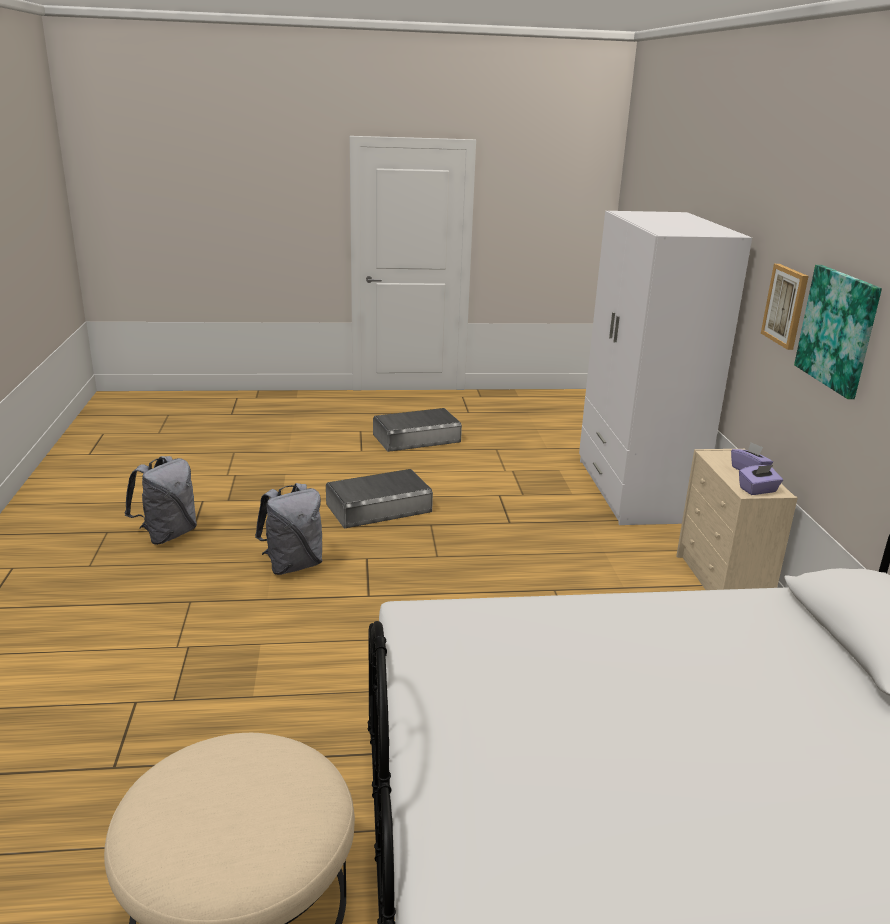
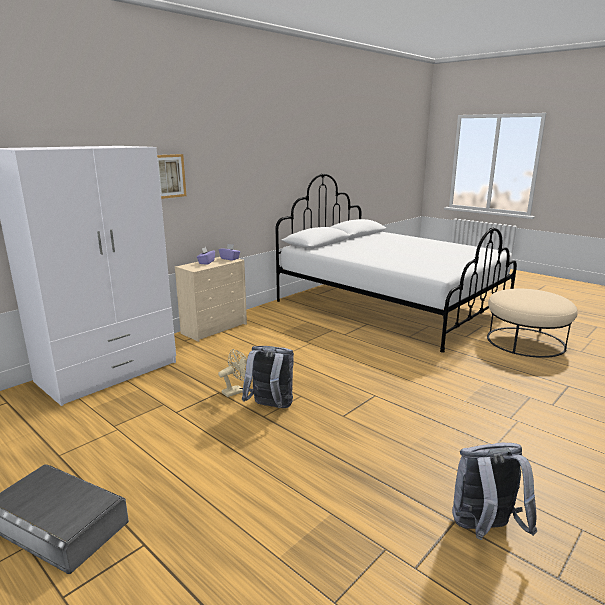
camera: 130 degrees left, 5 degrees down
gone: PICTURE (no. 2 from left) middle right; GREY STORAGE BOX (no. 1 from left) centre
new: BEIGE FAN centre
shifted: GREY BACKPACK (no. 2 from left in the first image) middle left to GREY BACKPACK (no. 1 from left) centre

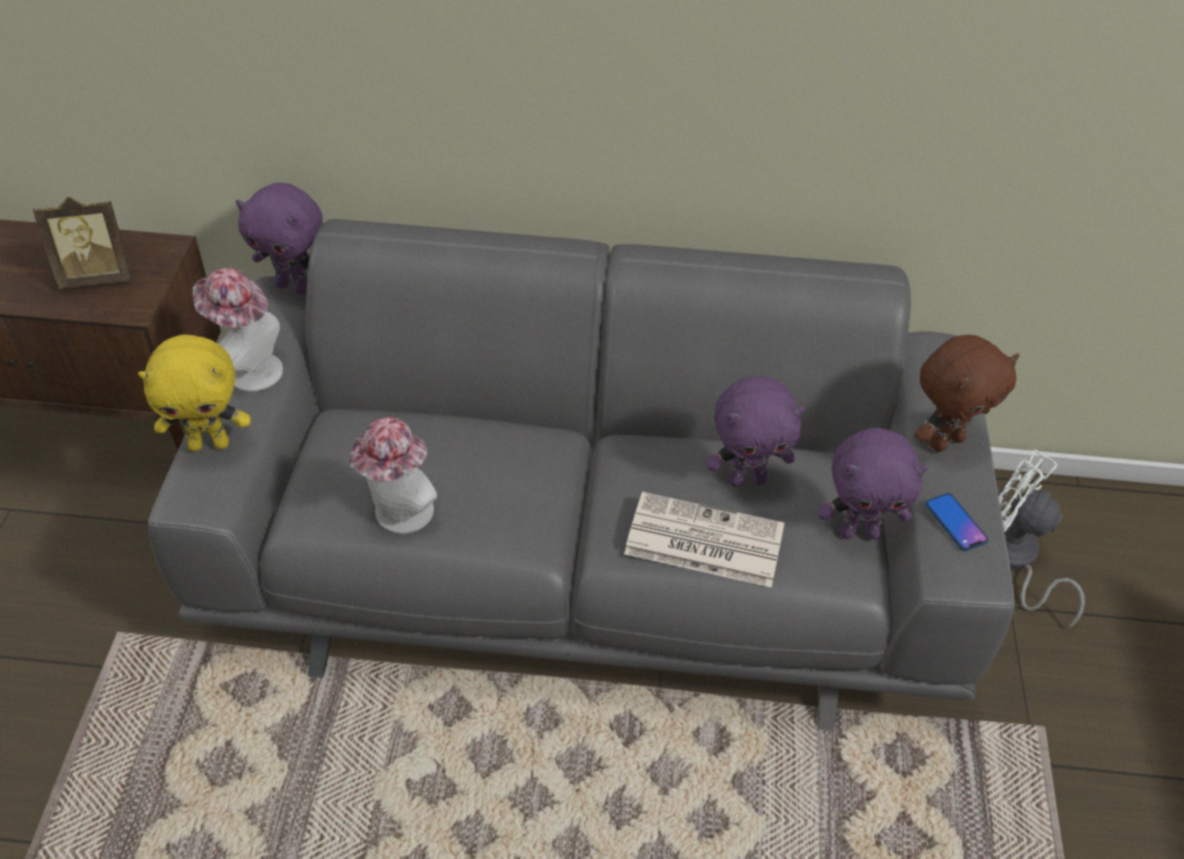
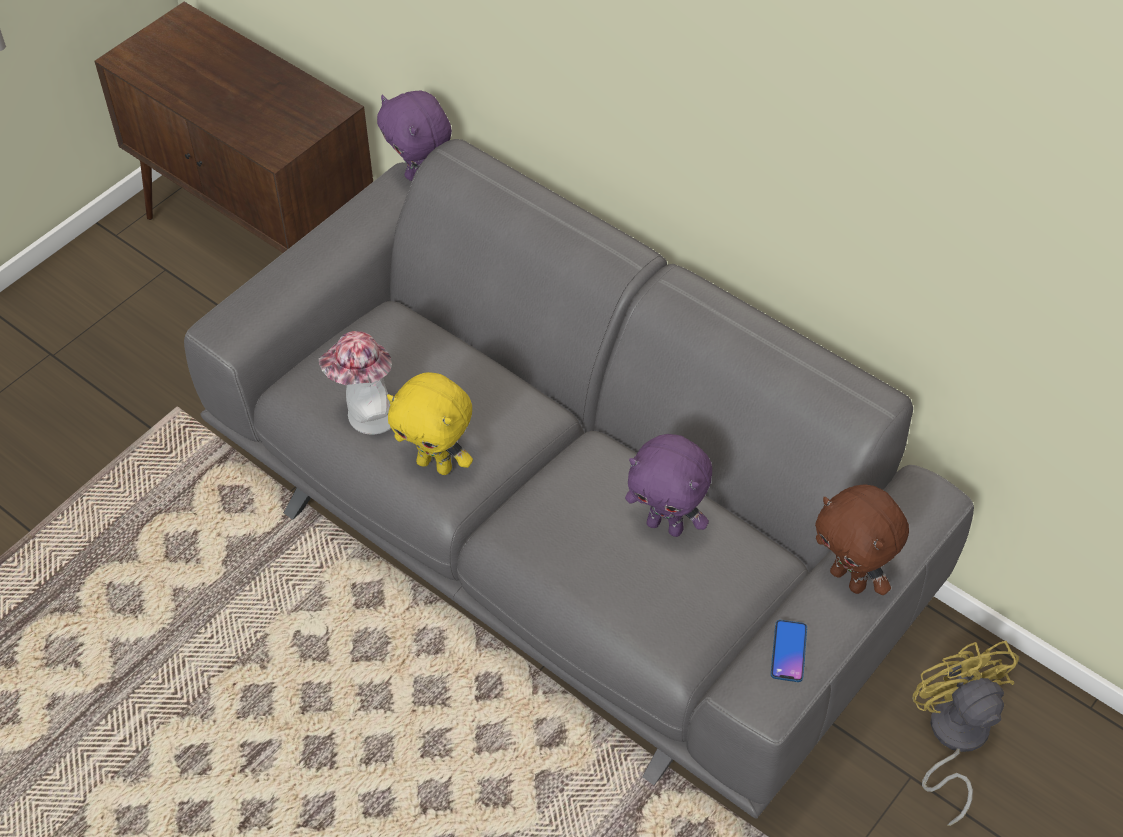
camera: 35 degrees right, 5 degrees up
gone: PICTURE FRAME top left; HAT (no. 1 from left) middle left; PURPLE PLUSH TOY (no. 3 from left) middle right; NEWSPAPER centre
shifted: YELLOW PLUSH TOY middle left to centre
repainted: WHITE FAN middle right to YELLOW FAN bottom right
rotated: BROWN PLUSH TOY middle right = middle right 45 degrees clockwise

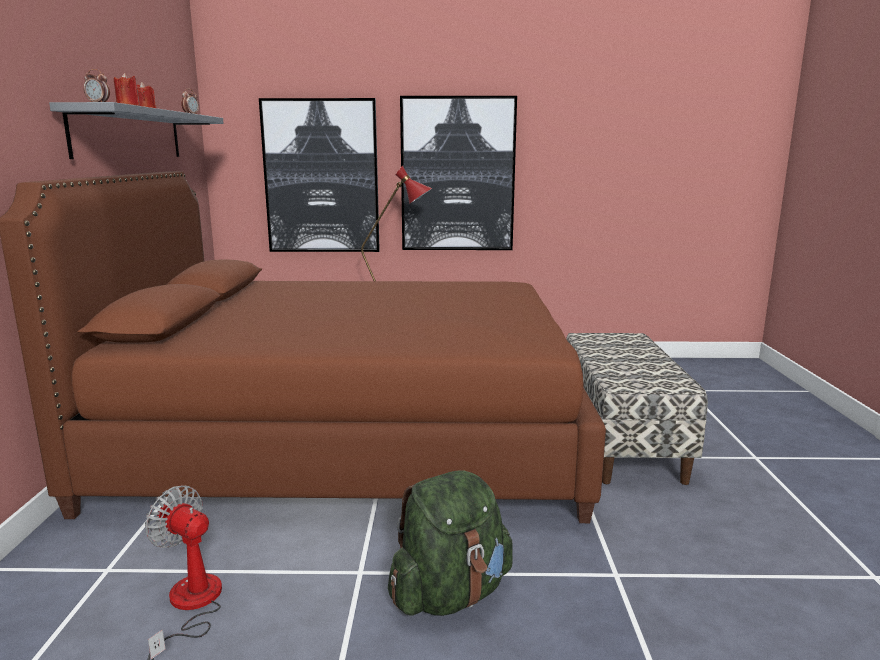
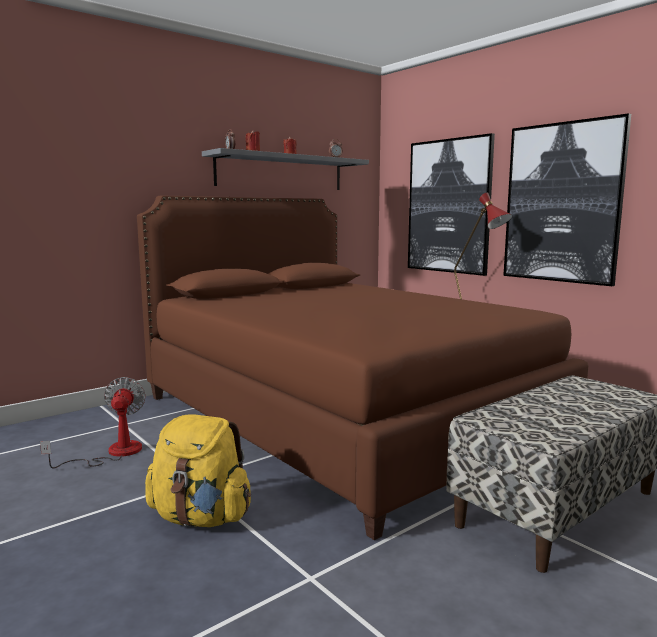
camera: 50 degrees right, 5 degrees down
repainted: GREEN BACKPACK bottom centre to YELLOW BACKPACK bottom left

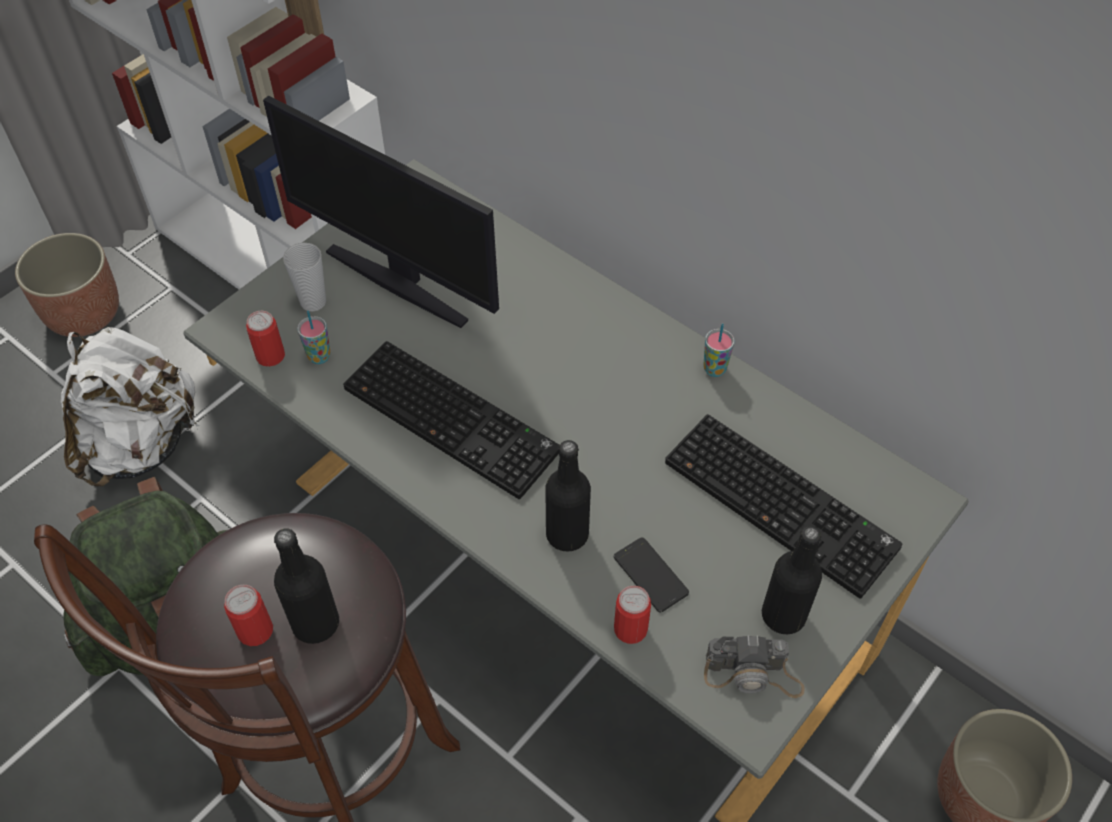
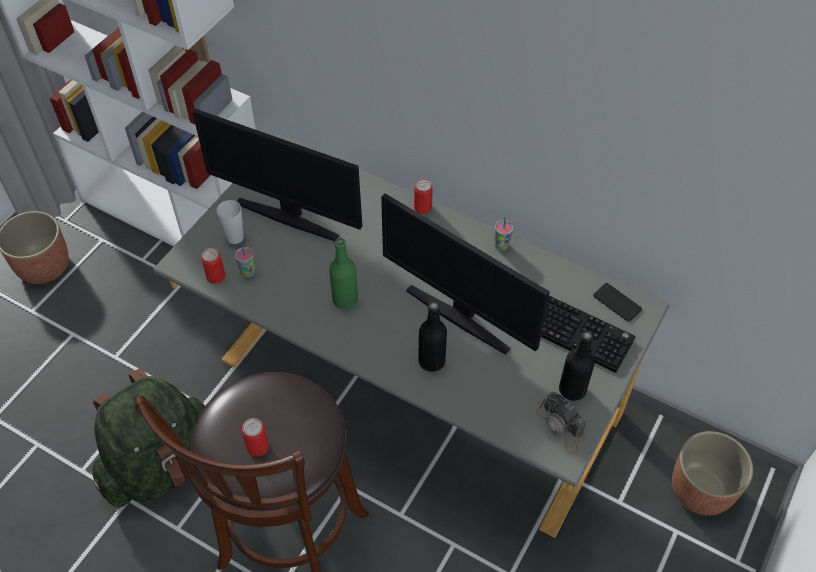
camera: 10 degrees left, 0 degrees up
gone: WHITE BACKPACK middle left; BLACK BOTTLE (no. 1 from left) bottom left
new: MONITOR (no. 2 from left) centre
shifted: PHONE bottom centre to middle right; CAN (no. 3 from left) bottom centre to centre
swapped: KEYBOARD (no. 1 from left) centre to GREEN BOTTLE centre
rotated: PHOTO CAMERA bottom right = bottom right 60 degrees clockwise

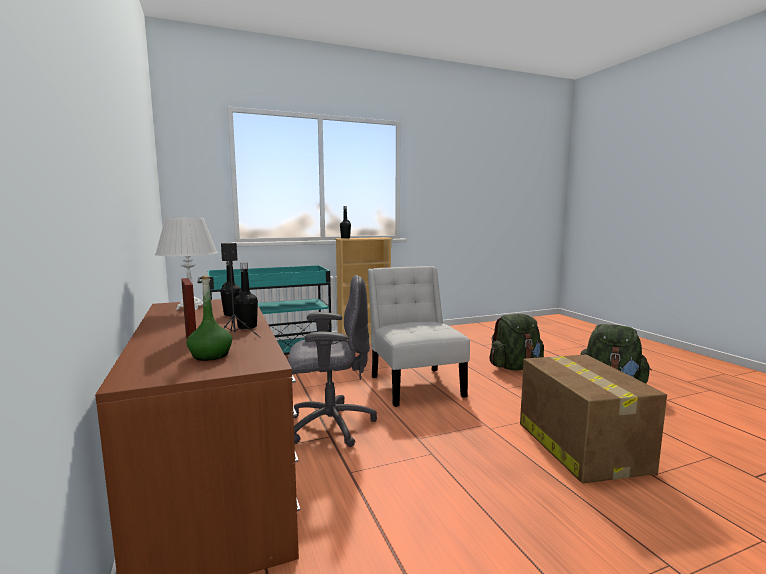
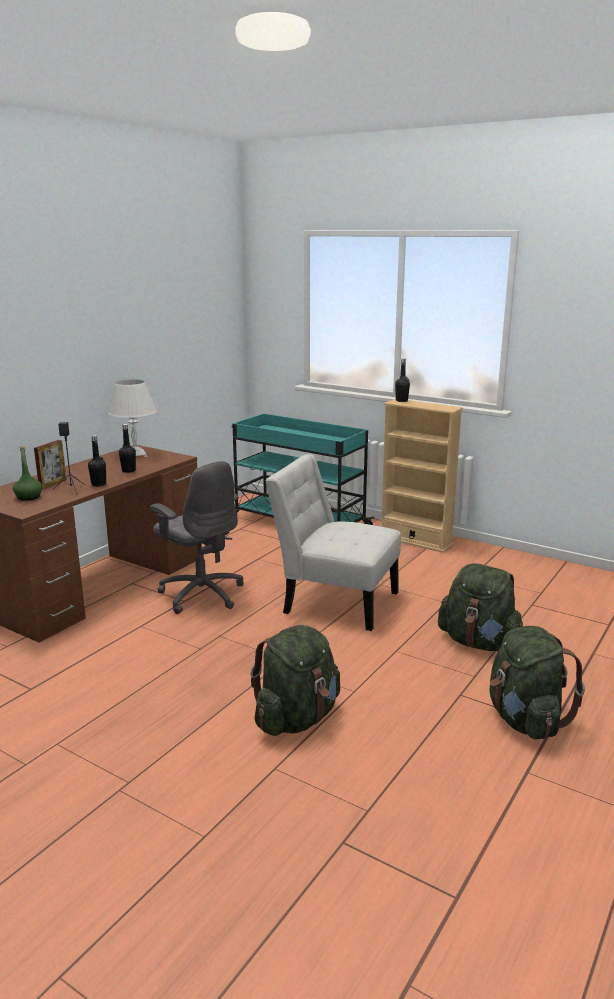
camera: 55 degrees right, 10 degrees up
swapped: CARDBOARD BOX bottom right to GREEN BACKPACK (no. 1 from left) bottom centre
rotated: WHITE CHAIR centre = centre 105 degrees counterclockwise

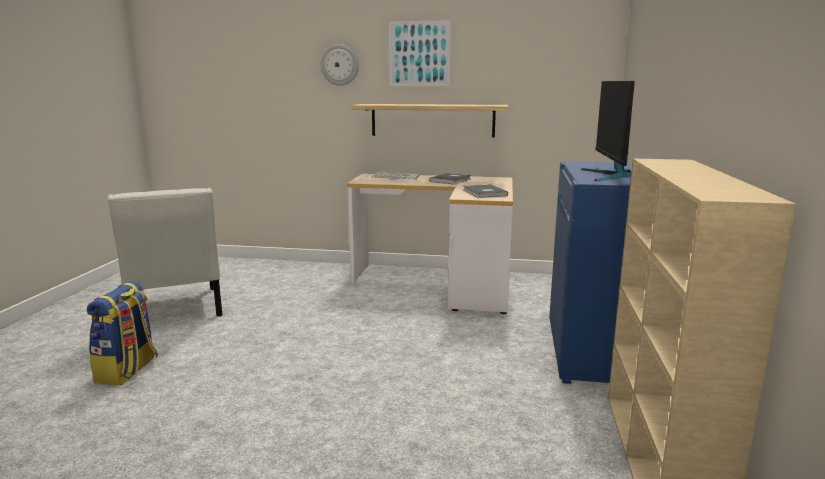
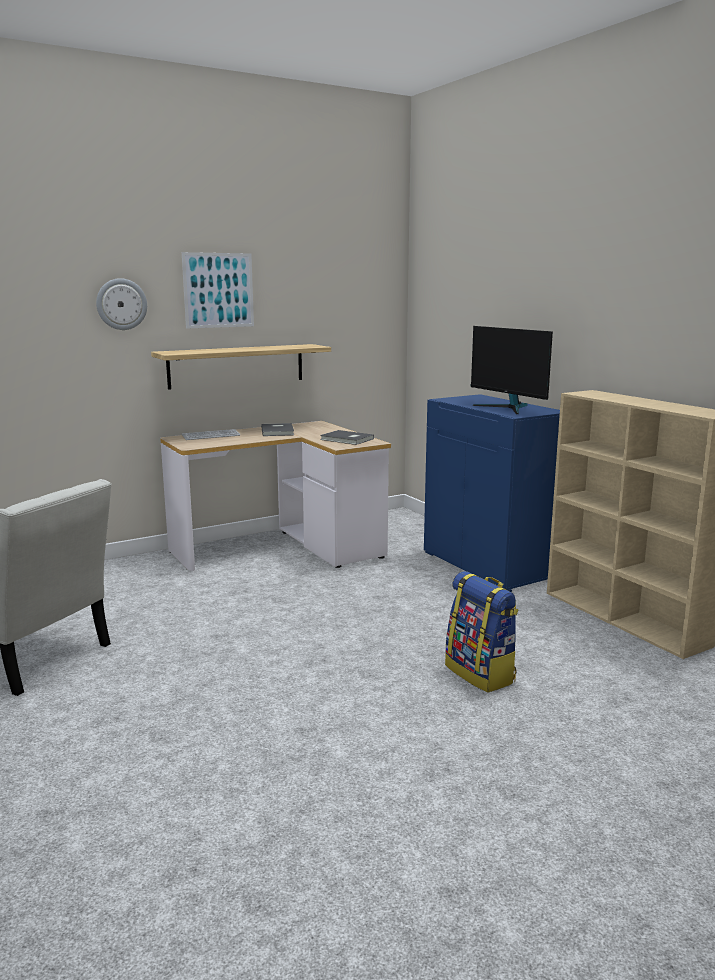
camera: 40 degrees left, 0 degrees up
shifted: BACKPACK bottom left to middle right

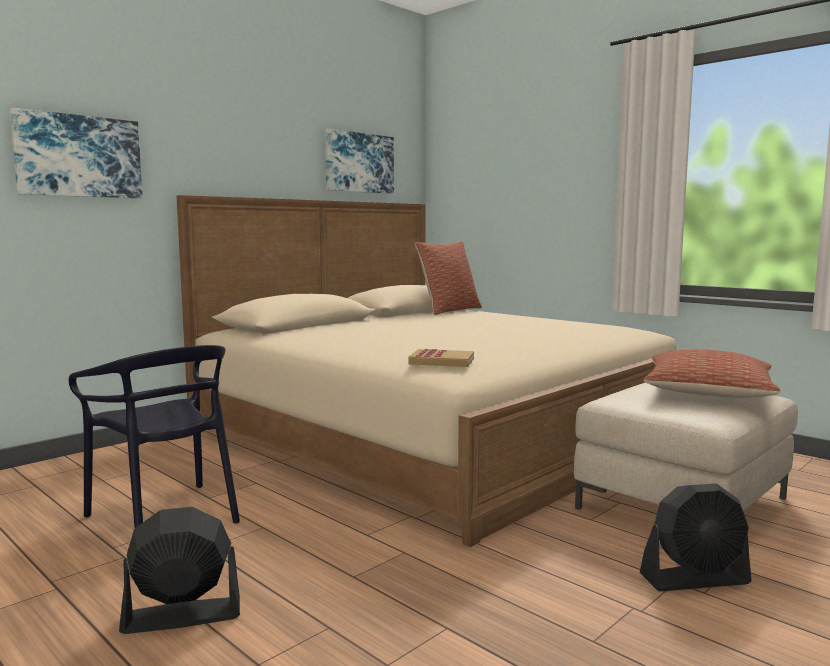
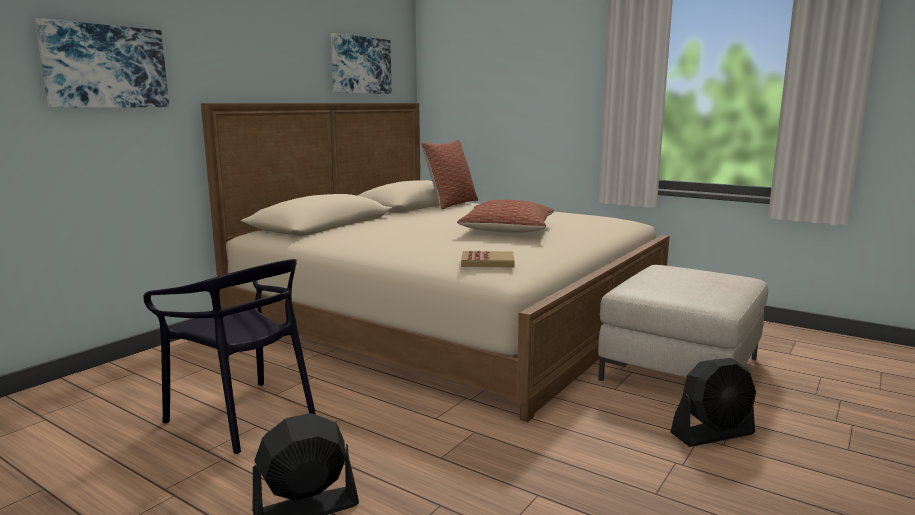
camera: 10 degrees left, 5 degrees up
shifted: PILLOW (no. 2 from left) middle right to centre

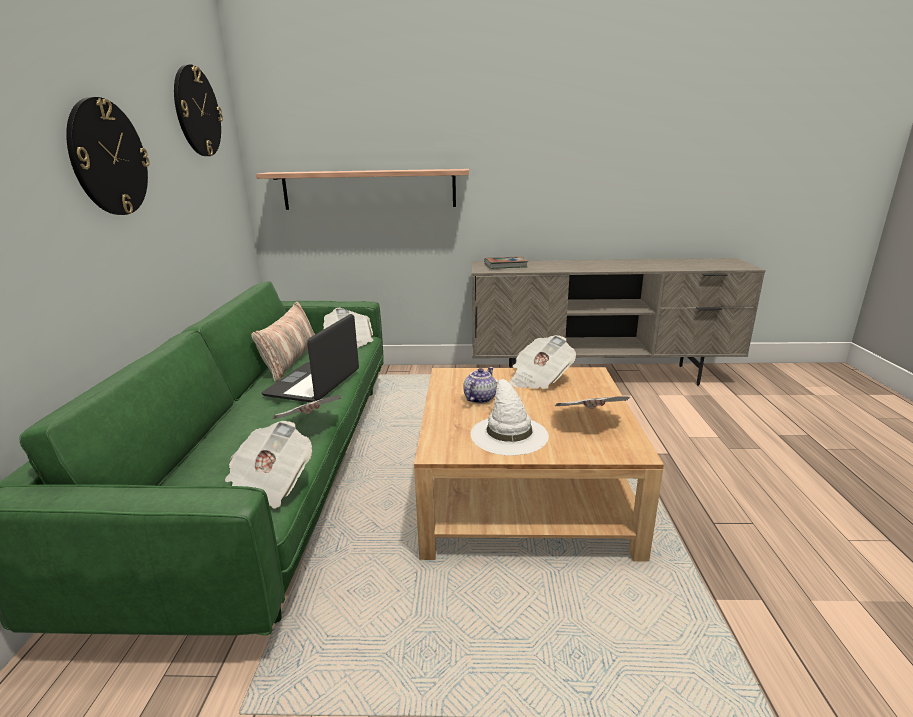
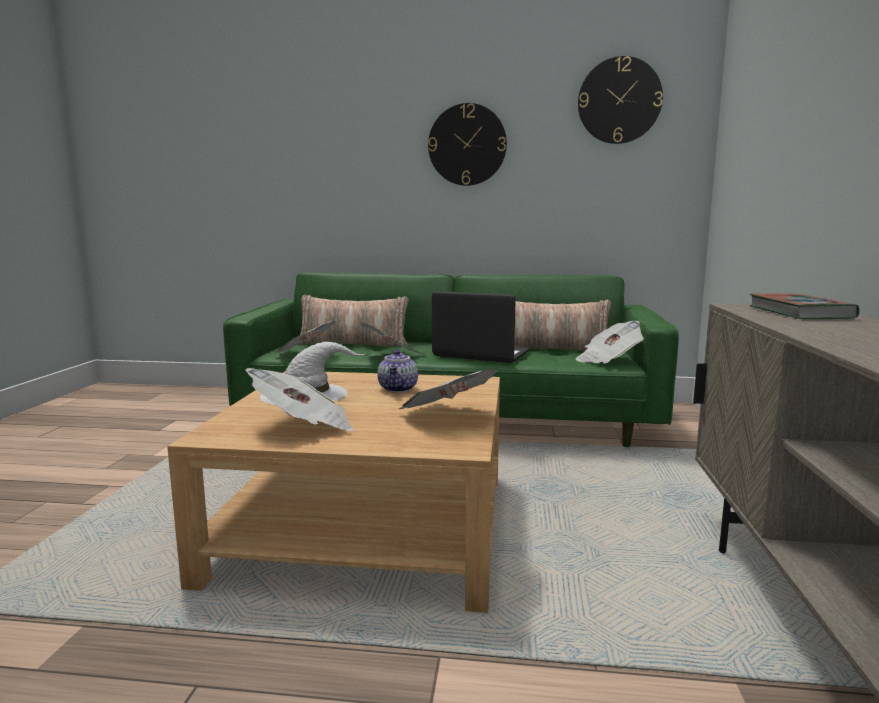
camera: 95 degrees right, 10 degrees down
gone: SHELF top centre
new: PILLOW (no. 1 from left) centre
rotated: TEAPOT centre = centre 60 degrees clockwise

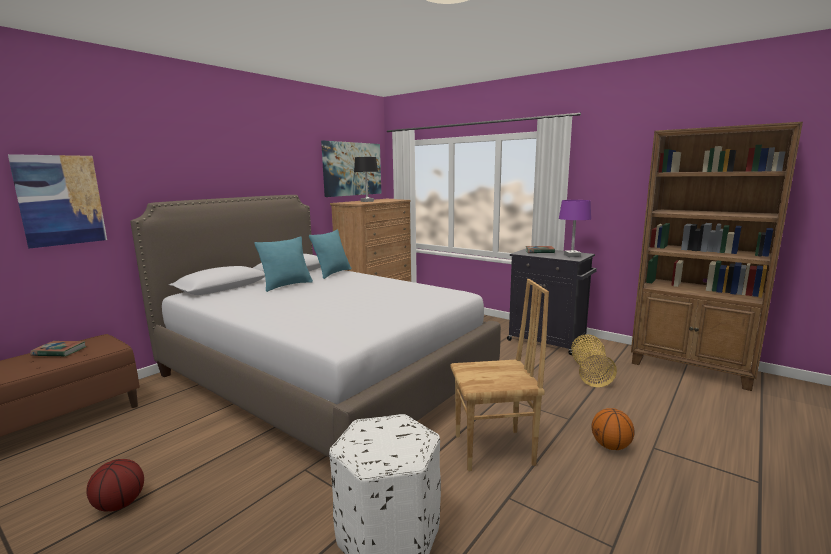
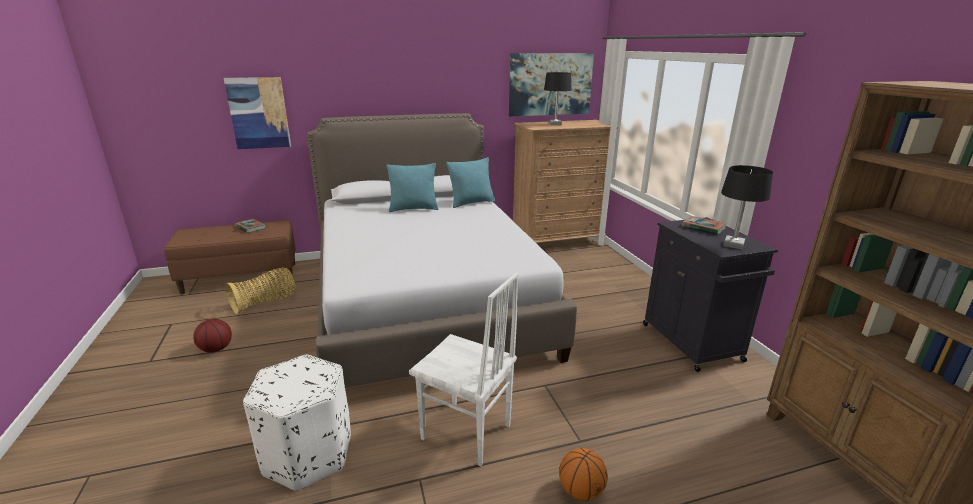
camera: 35 degrees right, 10 degrees up
shifted: BASKET middle right to middle left
repainted: PURPLE TABLE LAMP middle right to BLACK TABLE LAMP (no. 2 from left) middle right; BROWN CHAIR bottom centre to WHITE CHAIR bottom centre

